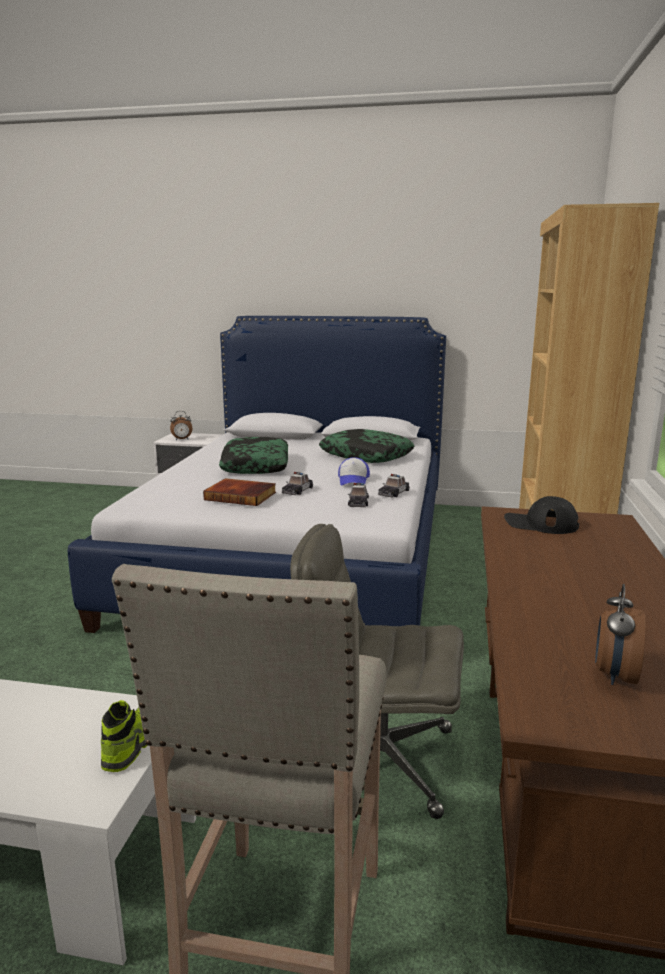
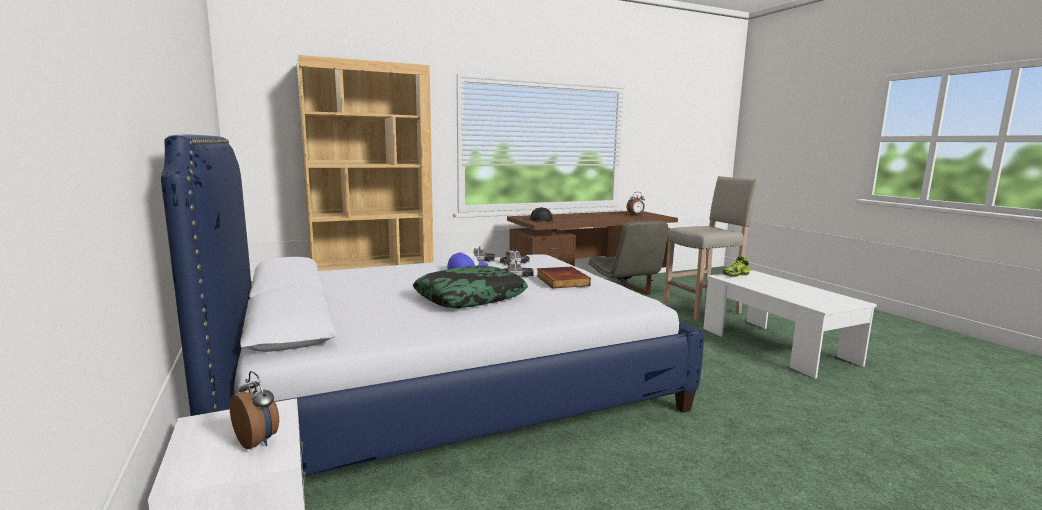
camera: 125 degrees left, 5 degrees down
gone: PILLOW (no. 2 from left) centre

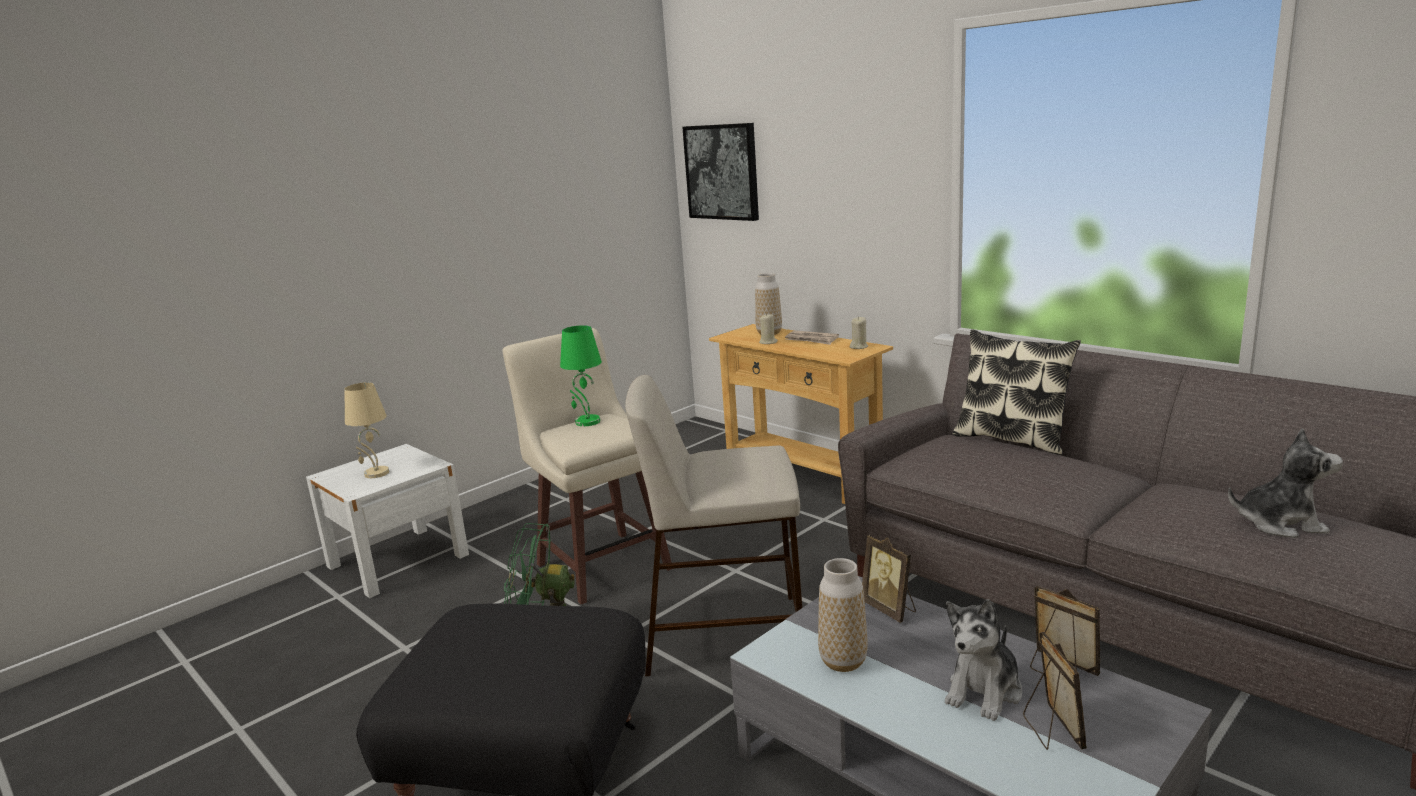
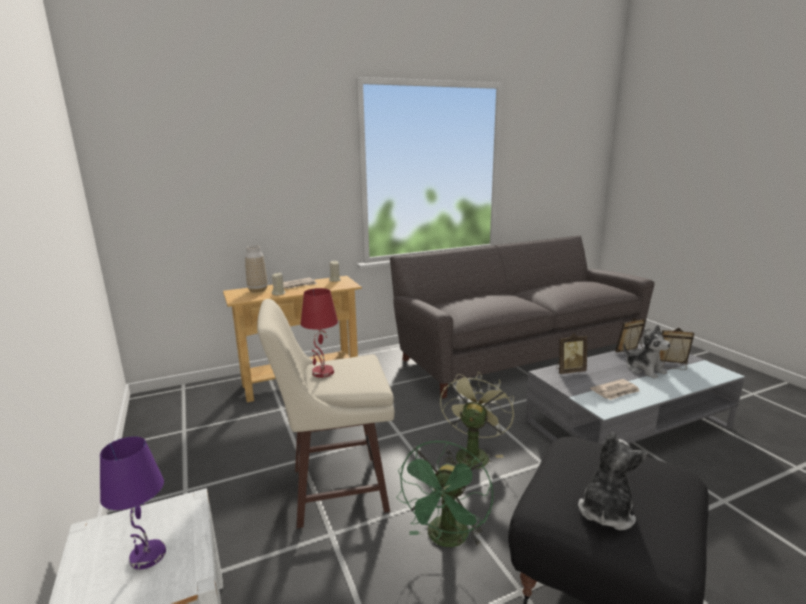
camera: 70 degrees left, 0 degrees up
gone: PICTURE top centre; PILLOW middle right
shifted: PLUSH TOY (no. 2 from left in the first image) middle right to PLUSH TOY (no. 1 from left) bottom right
swapped: BEIGE STOOL (no. 2 from left) centre to GREEN FAN (no. 2 from left) bottom centre; VASE (no. 2 from left) bottom centre to NEWSPAPER (no. 2 from left) middle right
repainted: GREEN TABLE LAMP centre to RED TABLE LAMP centre; BEIGE TABLE LAMP middle left to PURPLE TABLE LAMP bottom left

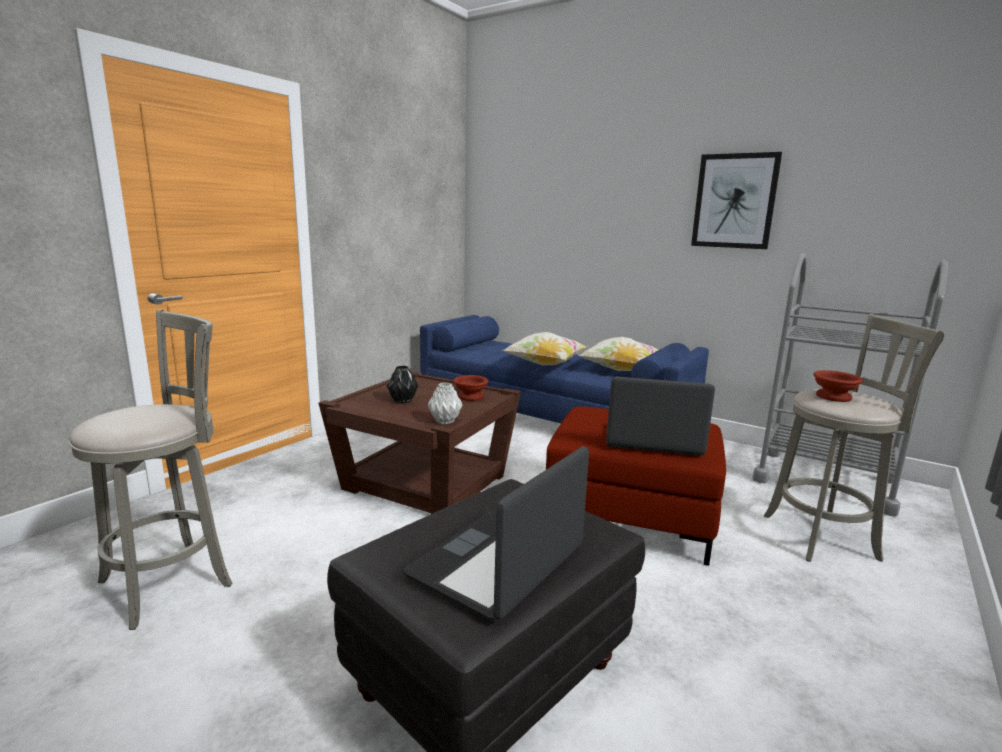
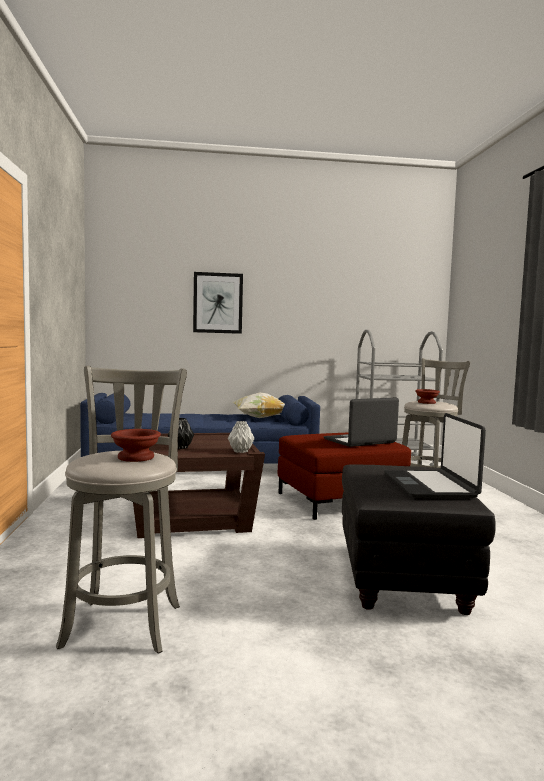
camera: 40 degrees left, 10 degrees down
gone: PILLOW (no. 1 from left) centre
shifted: PICTURE top right to centre; BROWN BOWL (no. 1 from left) centre to middle left

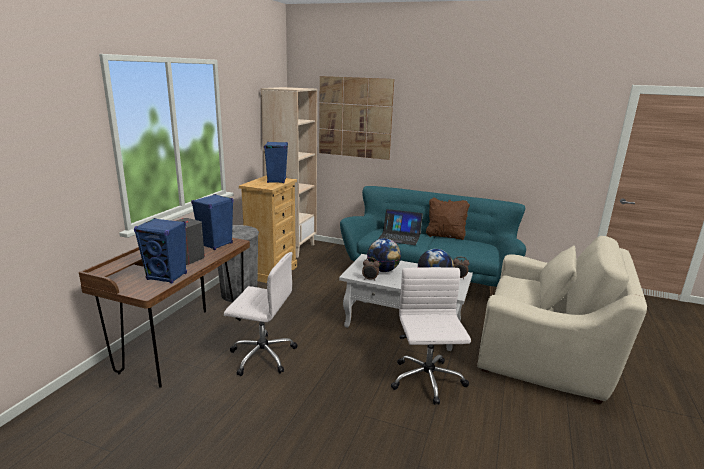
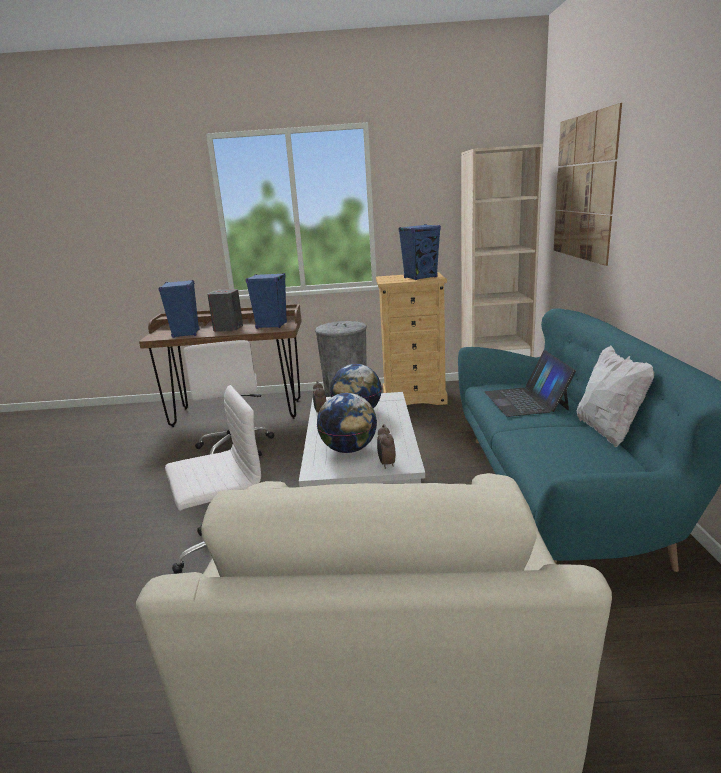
camera: 70 degrees right, 0 degrees up
repainted: BROWN PILLOW centre to WHITE PILLOW middle right

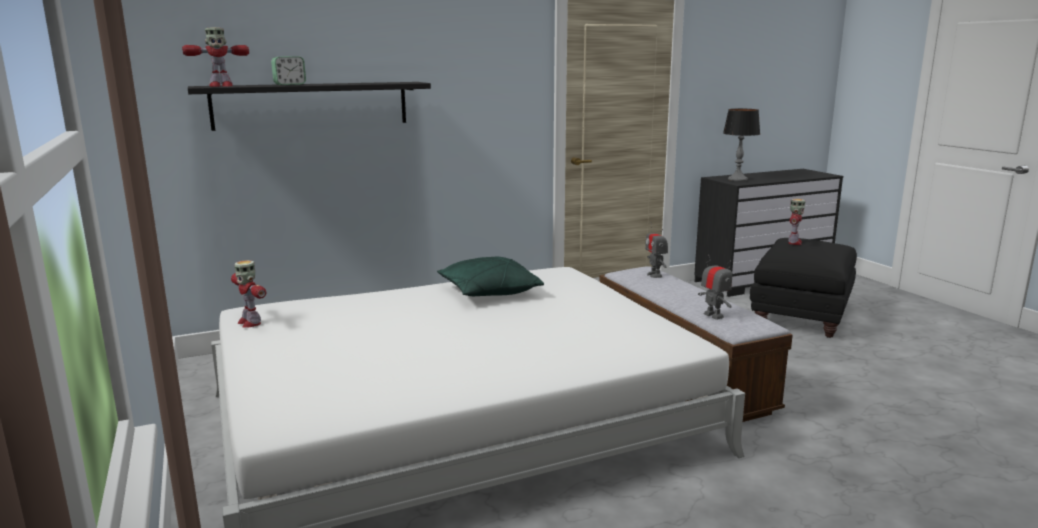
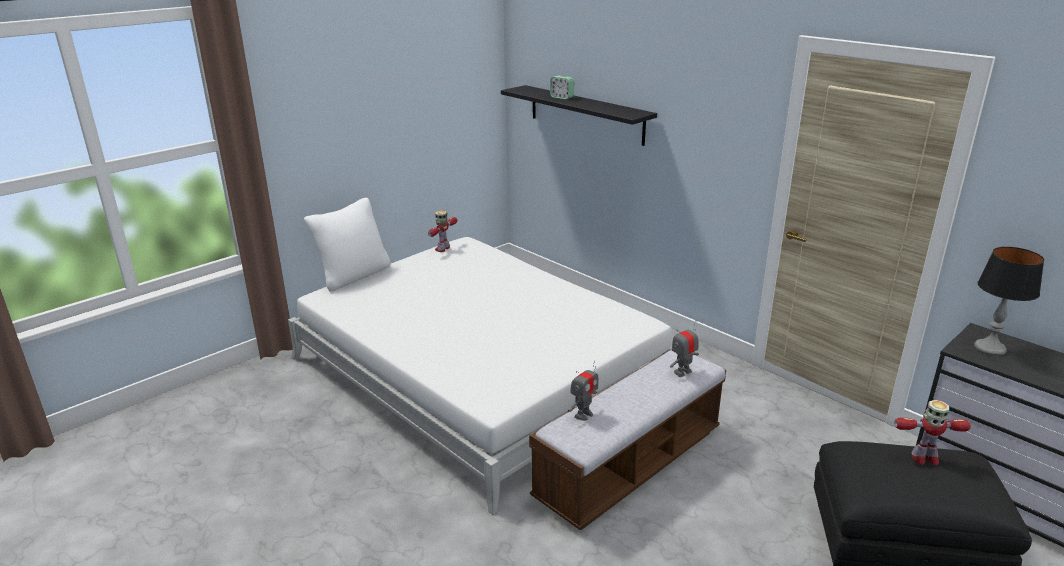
camera: 70 degrees right, 10 degrees up
gone: TOY ROBOT (no. 1 from left) top left; GREEN PILLOW centre
new: WHITE PILLOW middle left

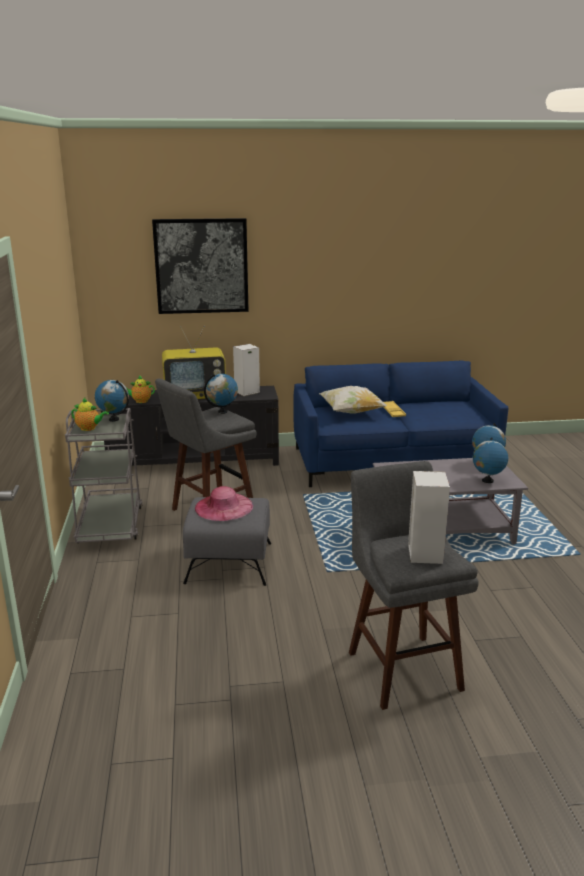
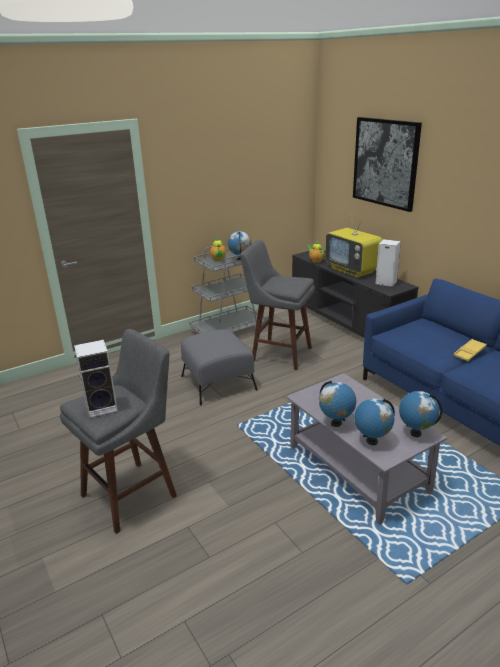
camera: 65 degrees right, 5 degrees up
gone: PILLOW centre; PINK HAT centre
shifted: GLOBE (no. 2 from left) centre to middle right

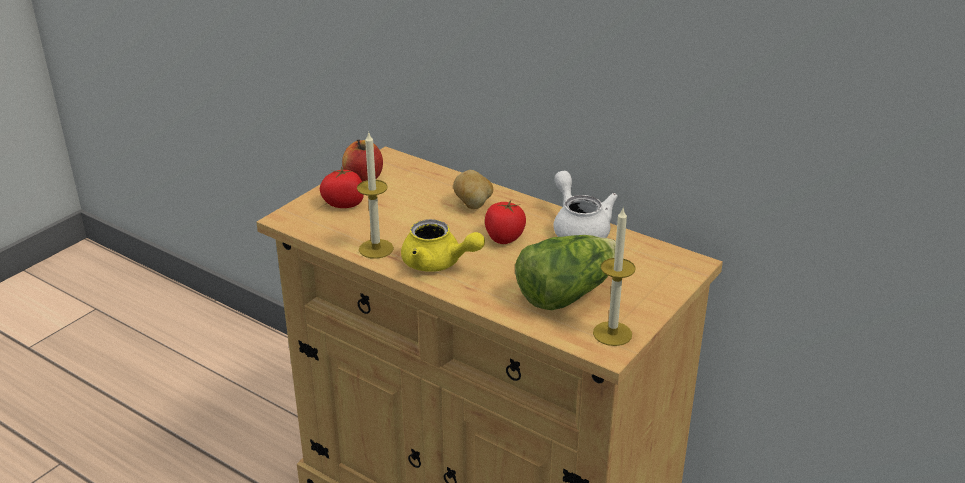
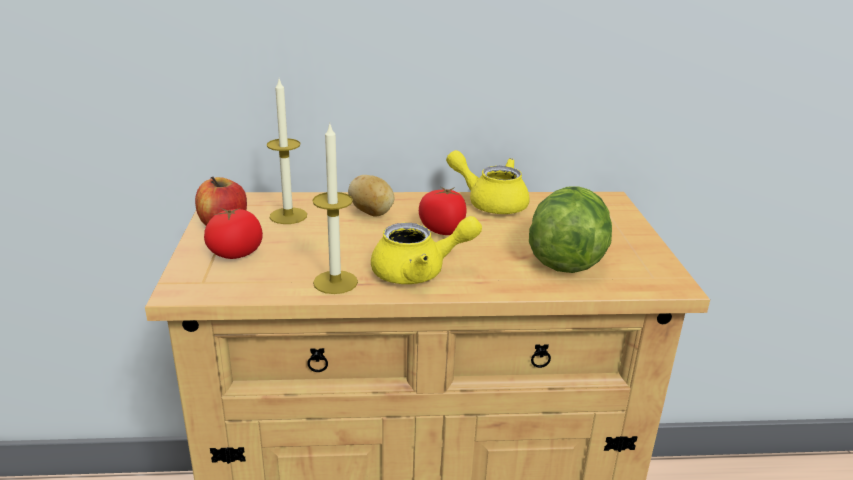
camera: 40 degrees left, 5 degrees down
shifted: CANDLE (no. 2 from left in the first image) centre to CANDLE (no. 1 from left) top centre
repainted: WHITE TEAPOT centre to YELLOW TEAPOT (no. 2 from left) centre

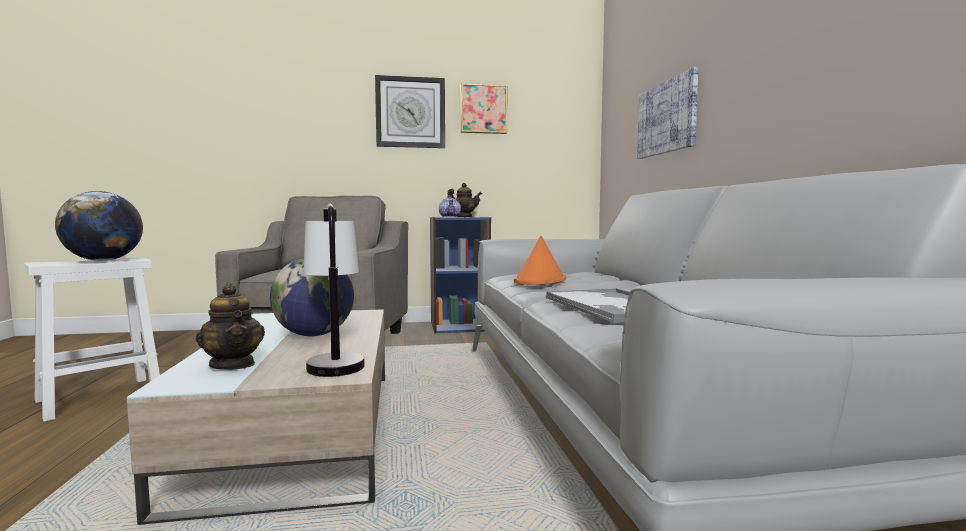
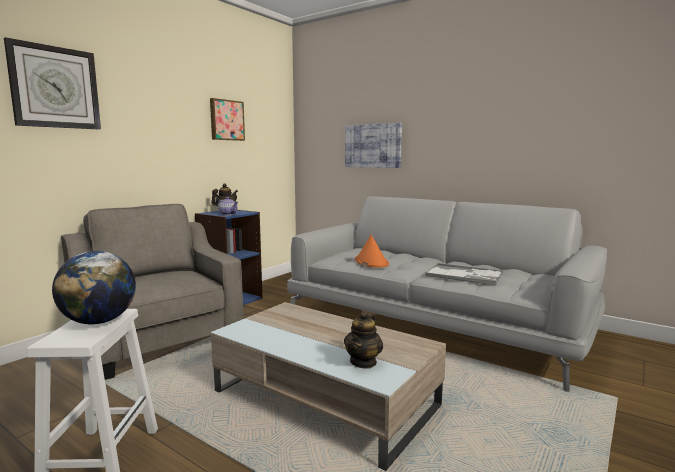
camera: 45 degrees left, 5 degrees up
gone: TABLE LAMP centre; GLOBE (no. 2 from left) middle left
shifted: WALL CLOCK top centre to top left
rotated: TEAPOT (no. 1 from left in the first image) middle left = bottom centre 105 degrees clockwise

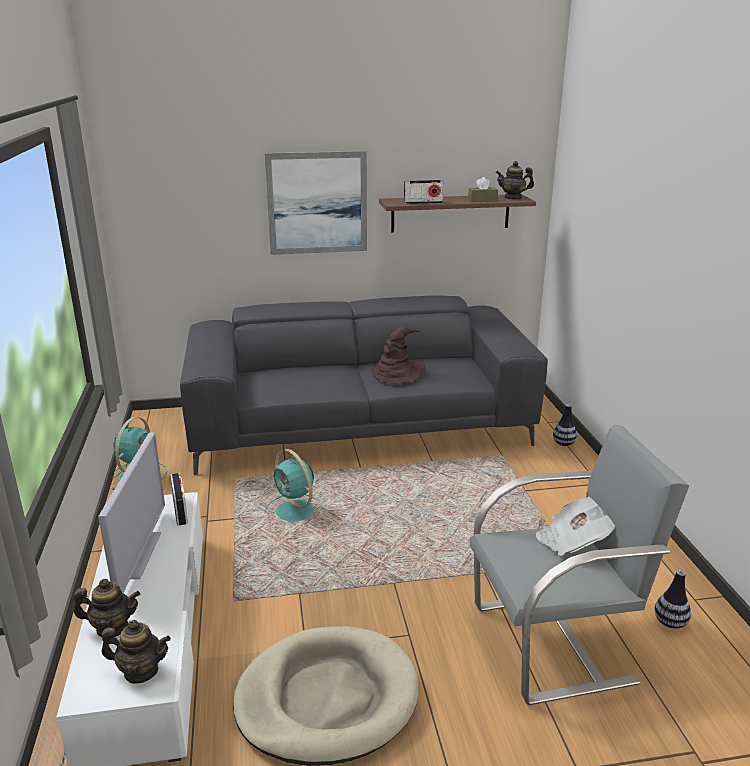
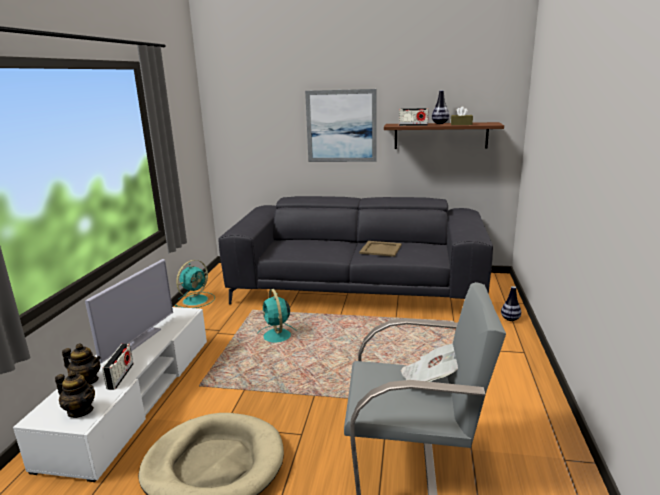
camera: 20 degrees right, 5 degrees down
gone: TEAPOT (no. 3 from left) top right
shifted: RADIO (no. 1 from left) middle left to bottom left; VASE (no. 2 from left in the first image) bottom right to VASE (no. 1 from left) top right
swapped: BROWN HAT centre to BEIGE TRAY centre

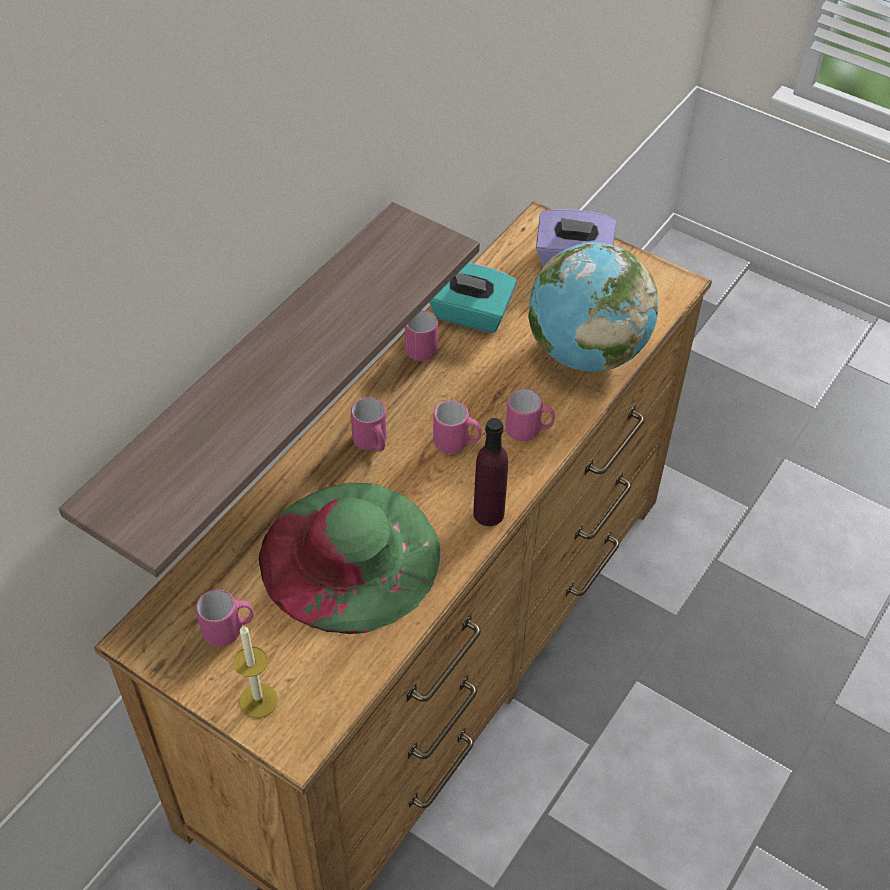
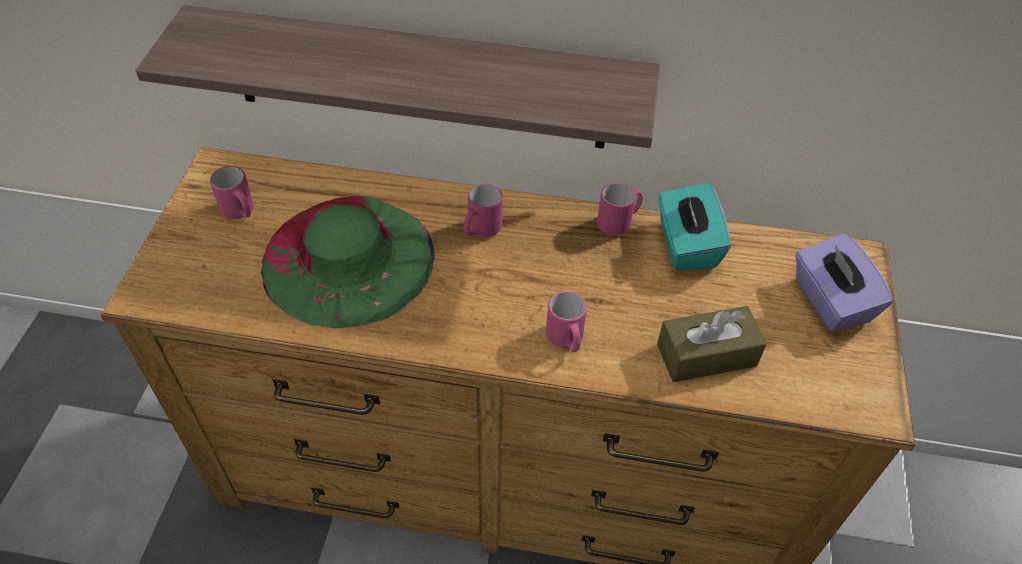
camera: 65 degrees right, 0 degrees up
gone: PINK MUG (no. 4 from left) centre; PURPLE BOTTLE centre; CANDLE bottom left
swapped: GLOBE centre to BROWN TISSUE BOX middle right

